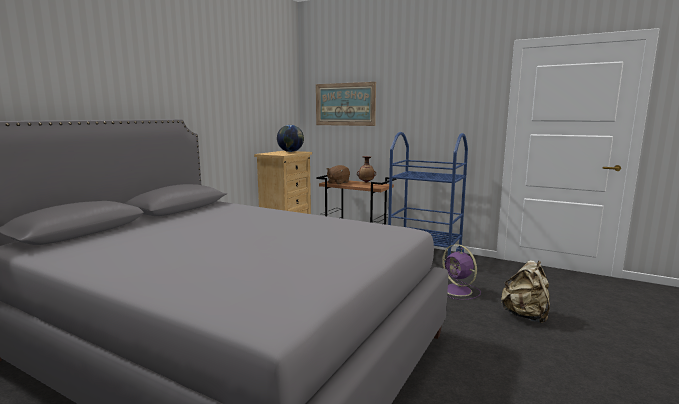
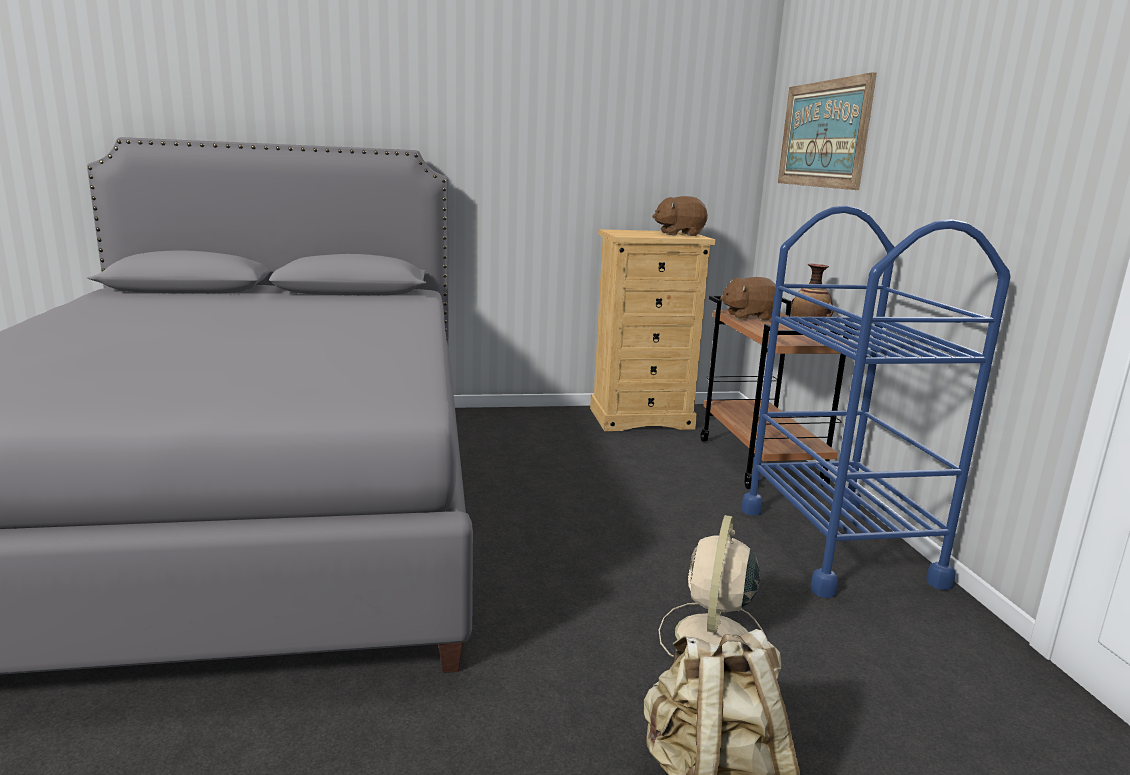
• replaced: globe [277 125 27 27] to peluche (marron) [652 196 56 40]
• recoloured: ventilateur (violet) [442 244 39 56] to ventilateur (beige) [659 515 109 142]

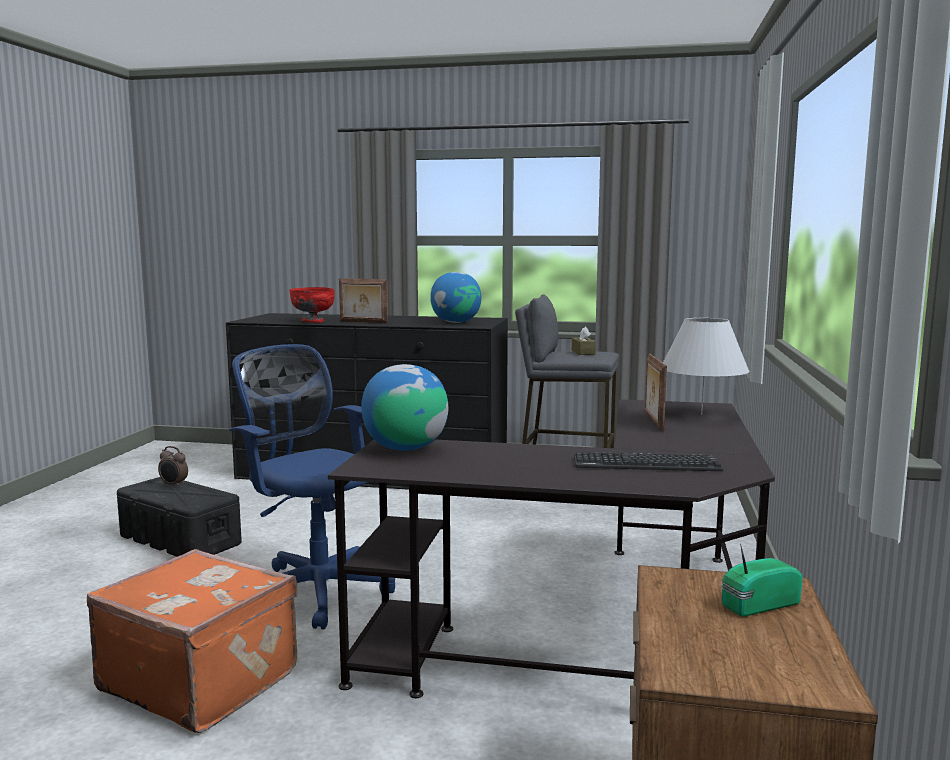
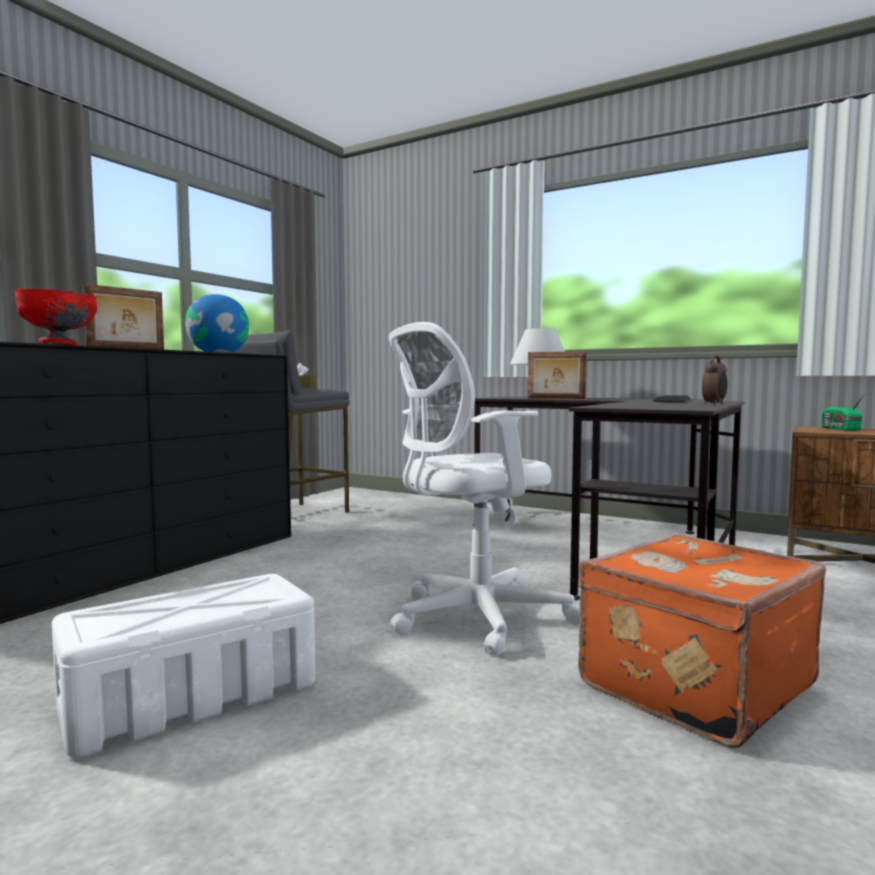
• removed: globe [361 364 87 87]
• moved: réveil [158 446 30 41] to [702 356 25 49]
• recoloured: boîte de rangement (noir) [117 477 125 80] to boîte de rangement (blanc) [52 574 263 184]
• recoloured: chaise de bureau (bleu) [229 344 166 286] to chaise de bureau (blanc) [389 322 191 334]

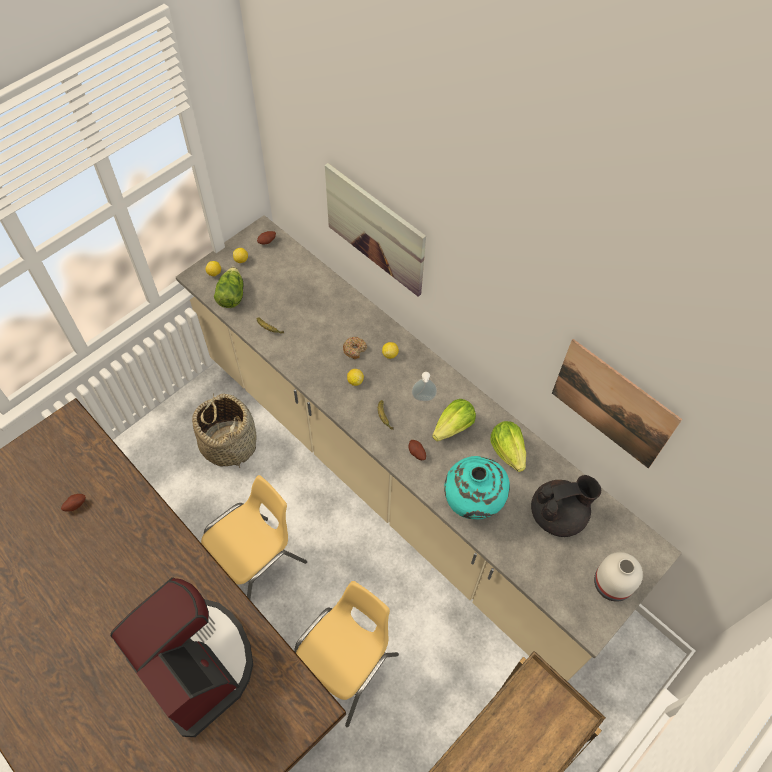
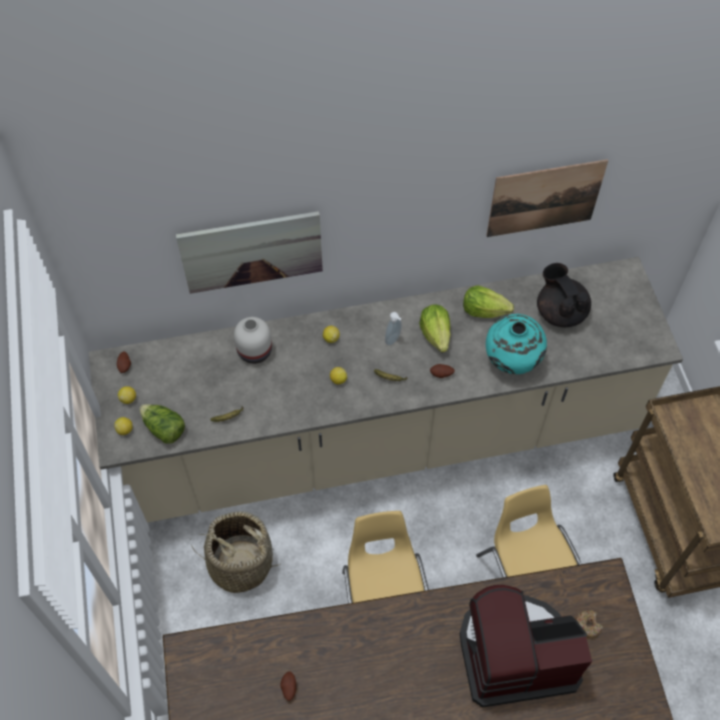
• moved: beignet [343 337 24 22] to [575 610 28 29]
• moved: vase (blanc) [594 552 49 50] to [234 317 38 47]
• turned: théière (noir) [531 475 70 62] = [537 263 54 64] 45 degrees counterclockwise

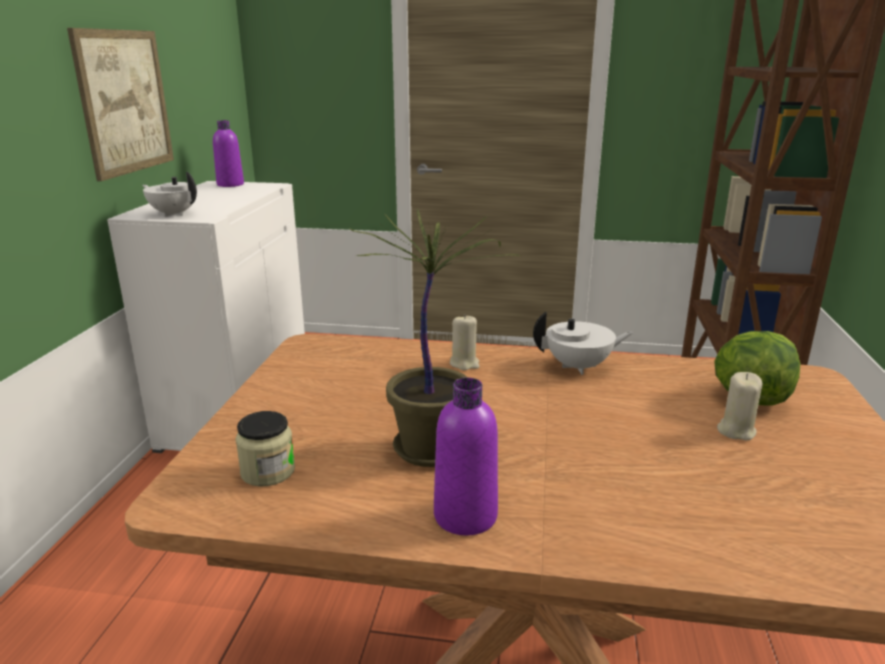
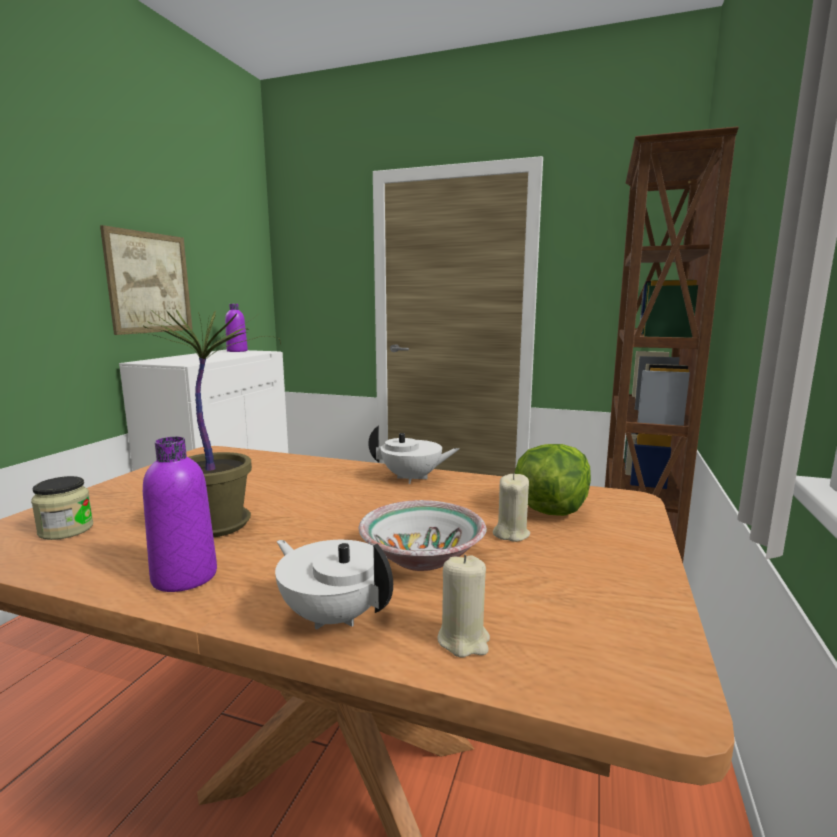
• added: bol [359 500 128 71]
• moved: théière (blanc) [142 172 55 45] to [275 540 118 90]
• moved: bougie (beige) [450 314 29 56] to [437 555 53 103]

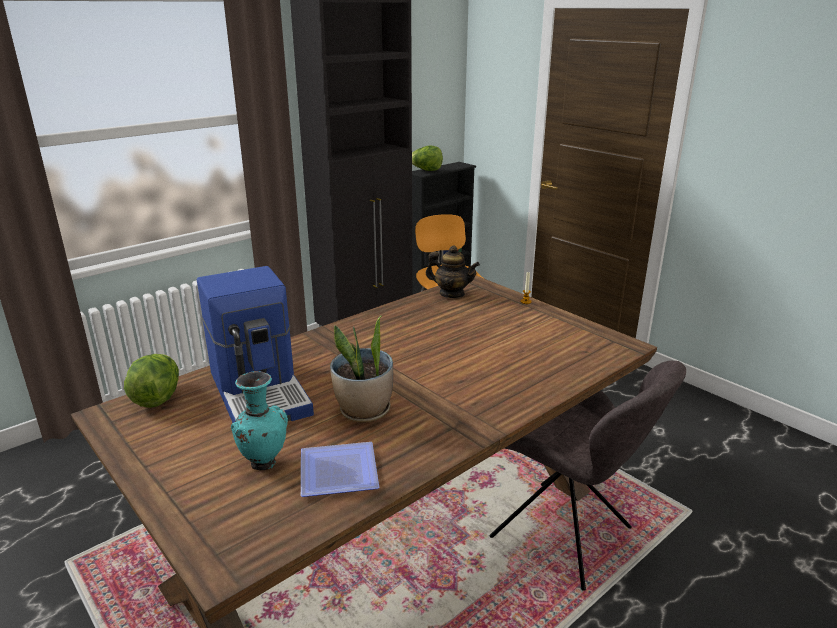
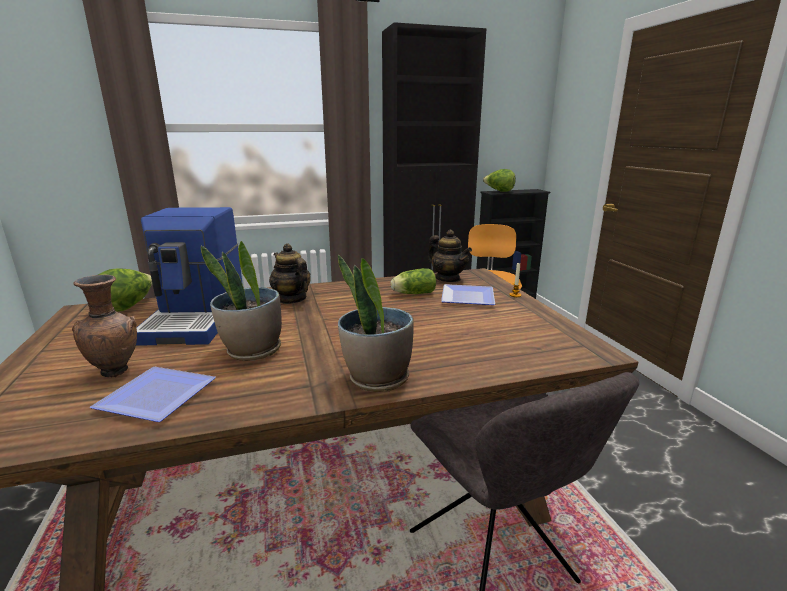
• added: théière [269 243 42 61]
• added: plante en pot [338 255 76 137]
• added: laitue [390 268 46 26]
• added: assiette [441 284 54 21]
• recoloured: vase (turquoise) [231 371 57 99] to vase (marron) [72 275 65 102]

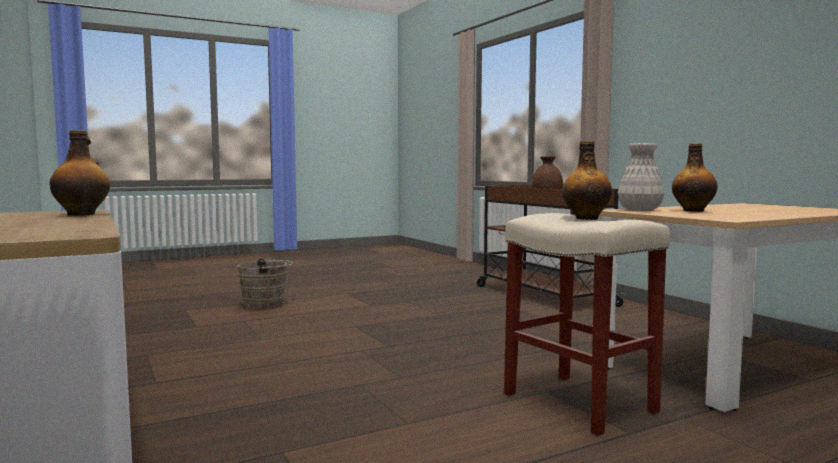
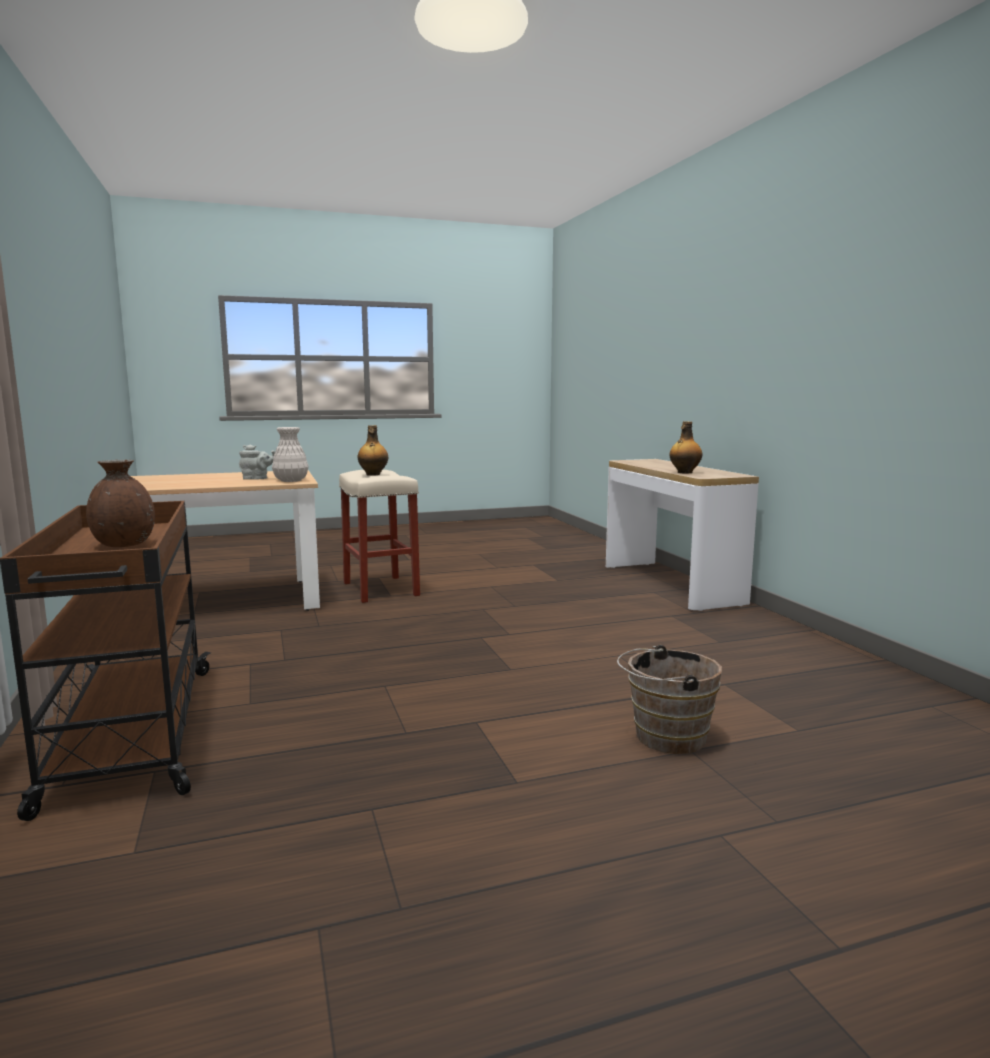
• replaced: bouteille [672 143 46 69] to théière (gris) [239 445 36 35]

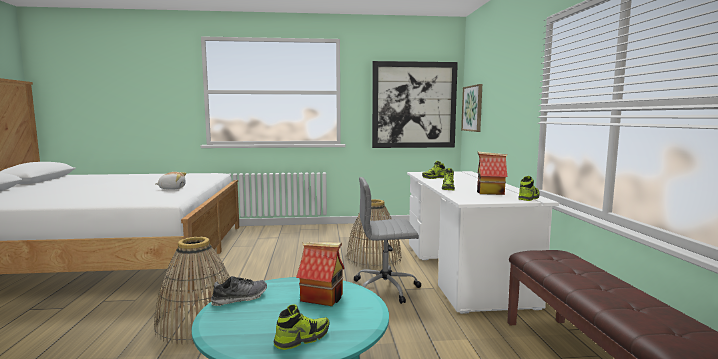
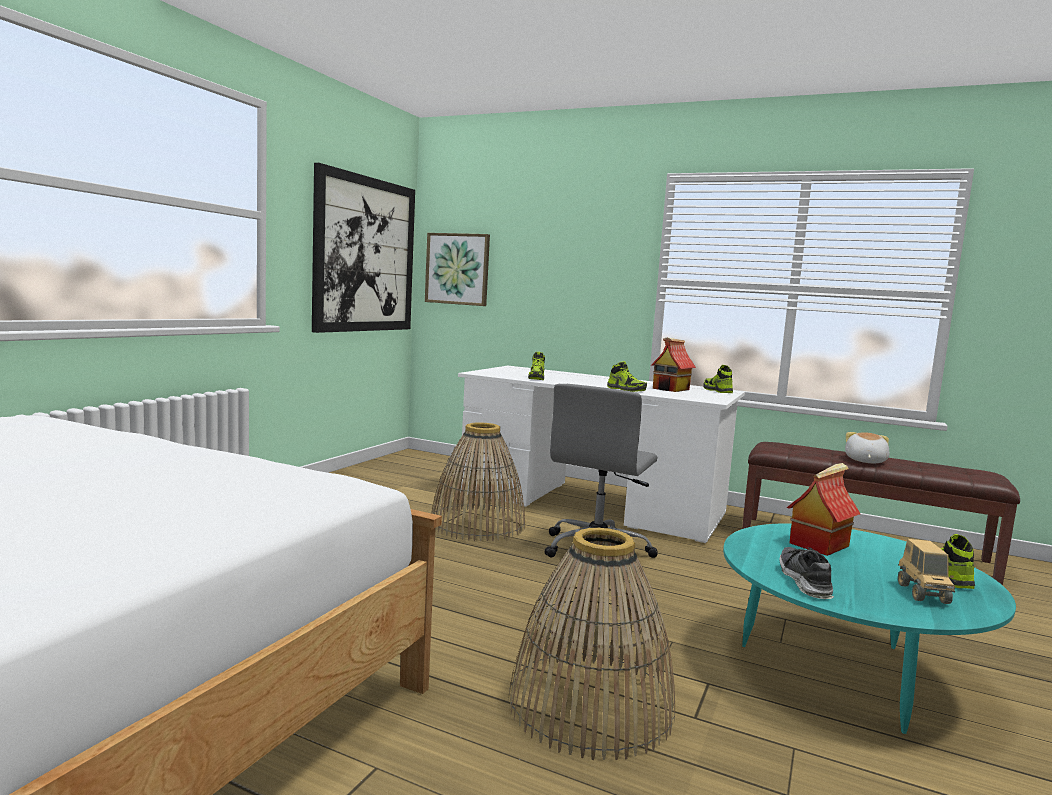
• added: camion jouet [898 539 57 65]
• moved: peluche [155 172 31 18] to [845 432 45 31]

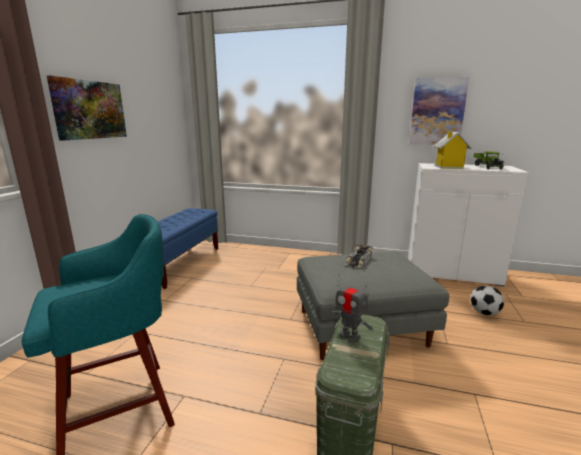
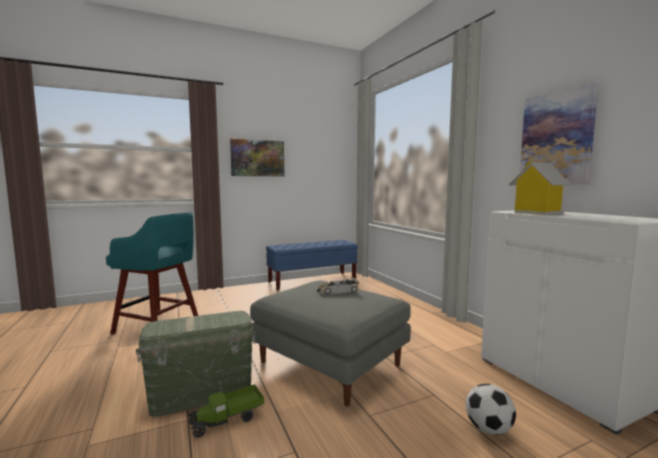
• removed: robot jouet [331 274 42 69]
• moved: camion jouet [473 152 31 17] to [188 384 76 54]

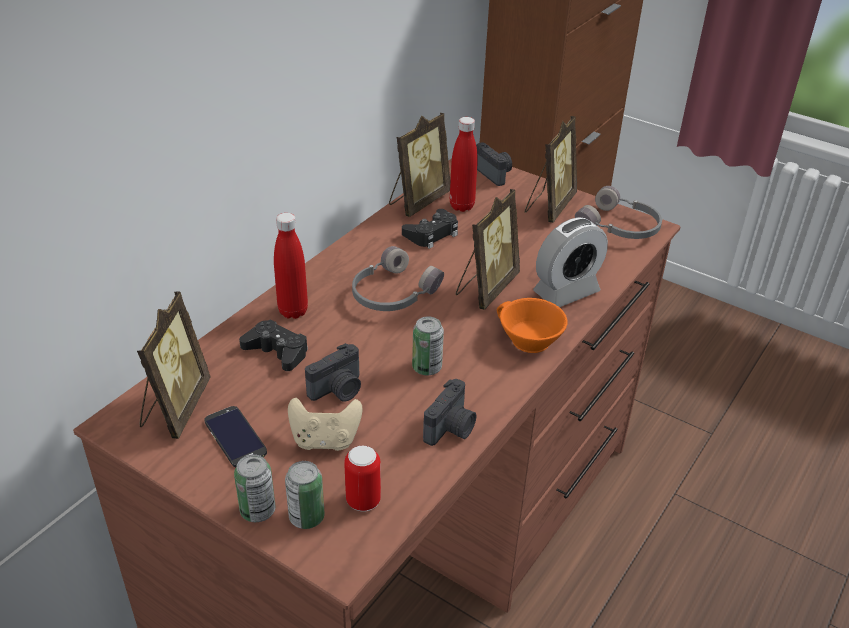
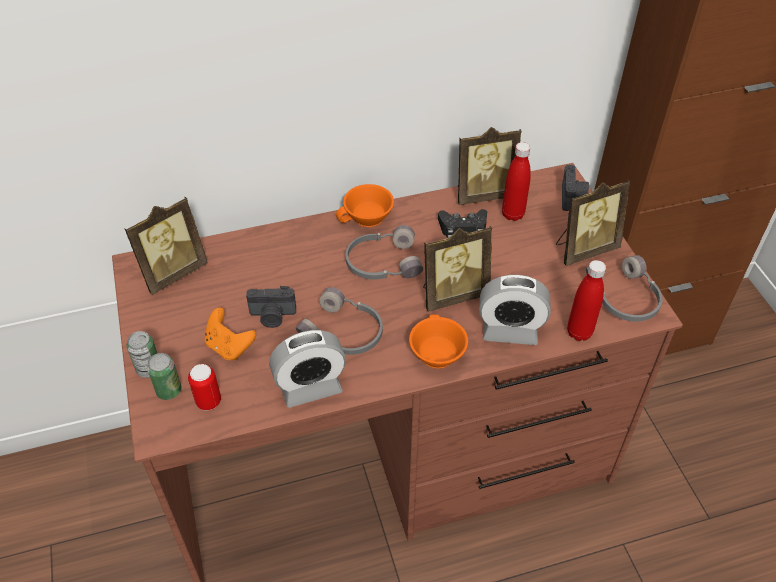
• removed: téléphone [205 406 62 61]
• removed: manette (noir) [239 319 69 52]
• added: tasse (orange) [336 184 58 43]
• moved: bouteille (rouge) [274 213 34 106] to [567 260 39 81]
• replaced: boîte métallique [412 316 32 59] to casque audio (gris) [295 287 88 68]
• replaced: appareil photo [423 379 53 67] to réveil [269 330 77 78]
• recoloured: manette (beige) [288 398 74 53] to manette (orange) [204 308 52 52]

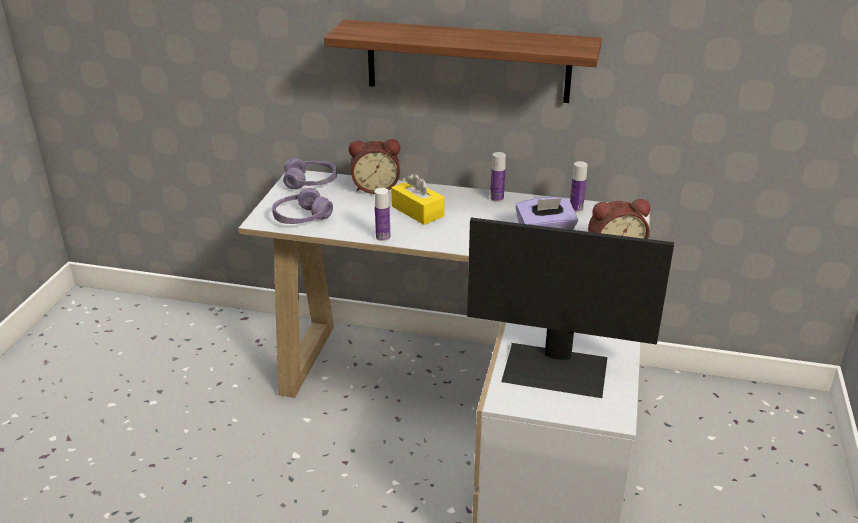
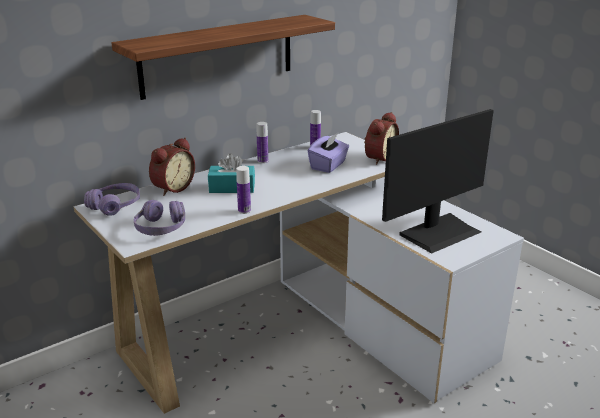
• recoloured: boîte à mouchoirs (jaune) [391 173 54 52] to boîte à mouchoirs (turquoise) [208 153 47 40]

